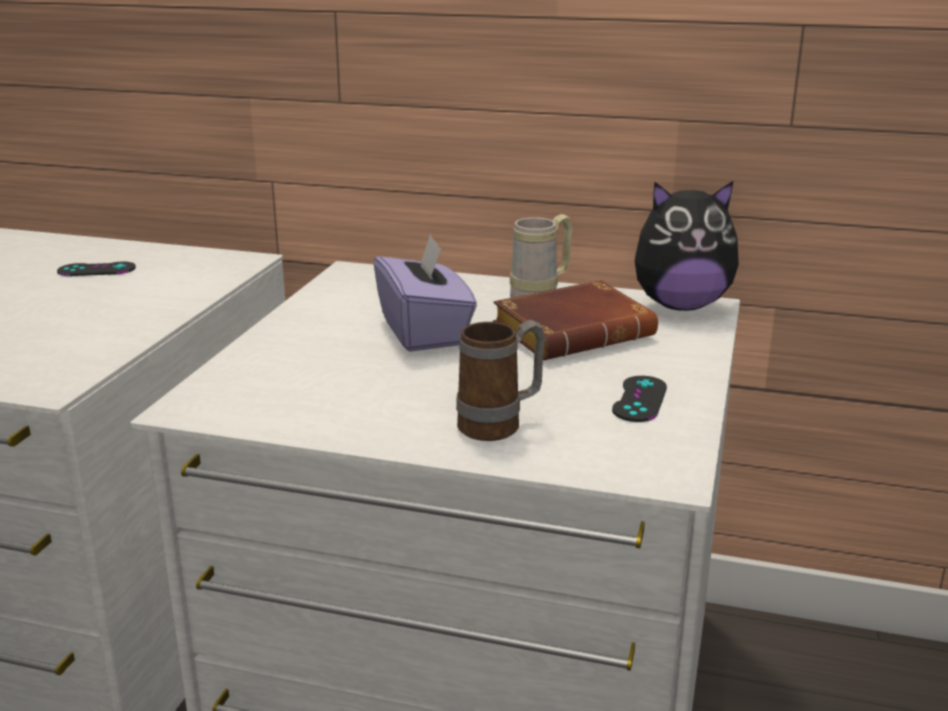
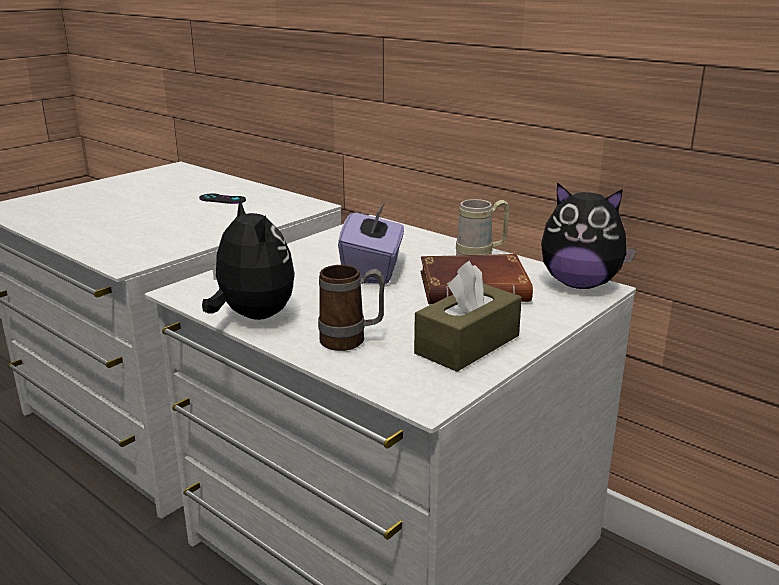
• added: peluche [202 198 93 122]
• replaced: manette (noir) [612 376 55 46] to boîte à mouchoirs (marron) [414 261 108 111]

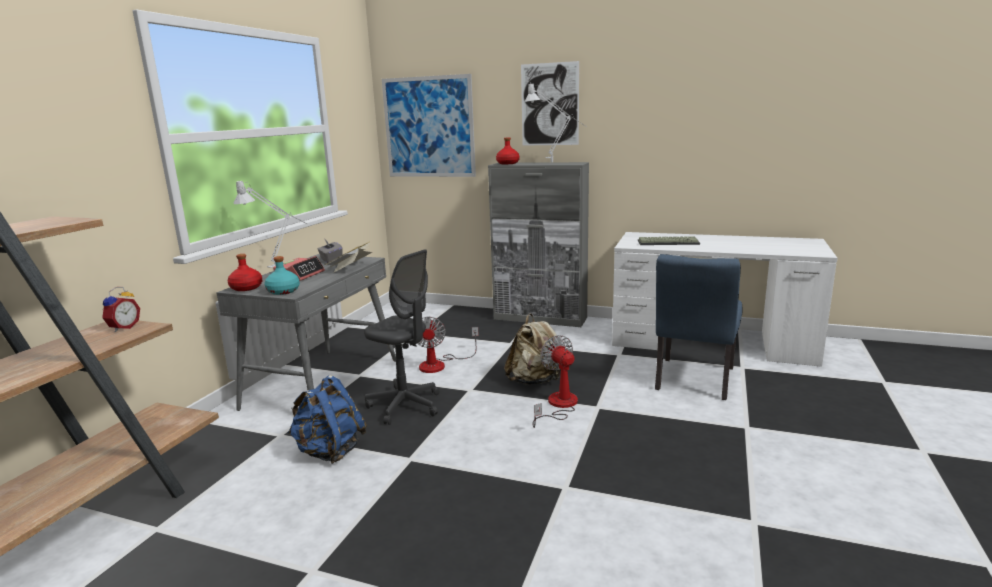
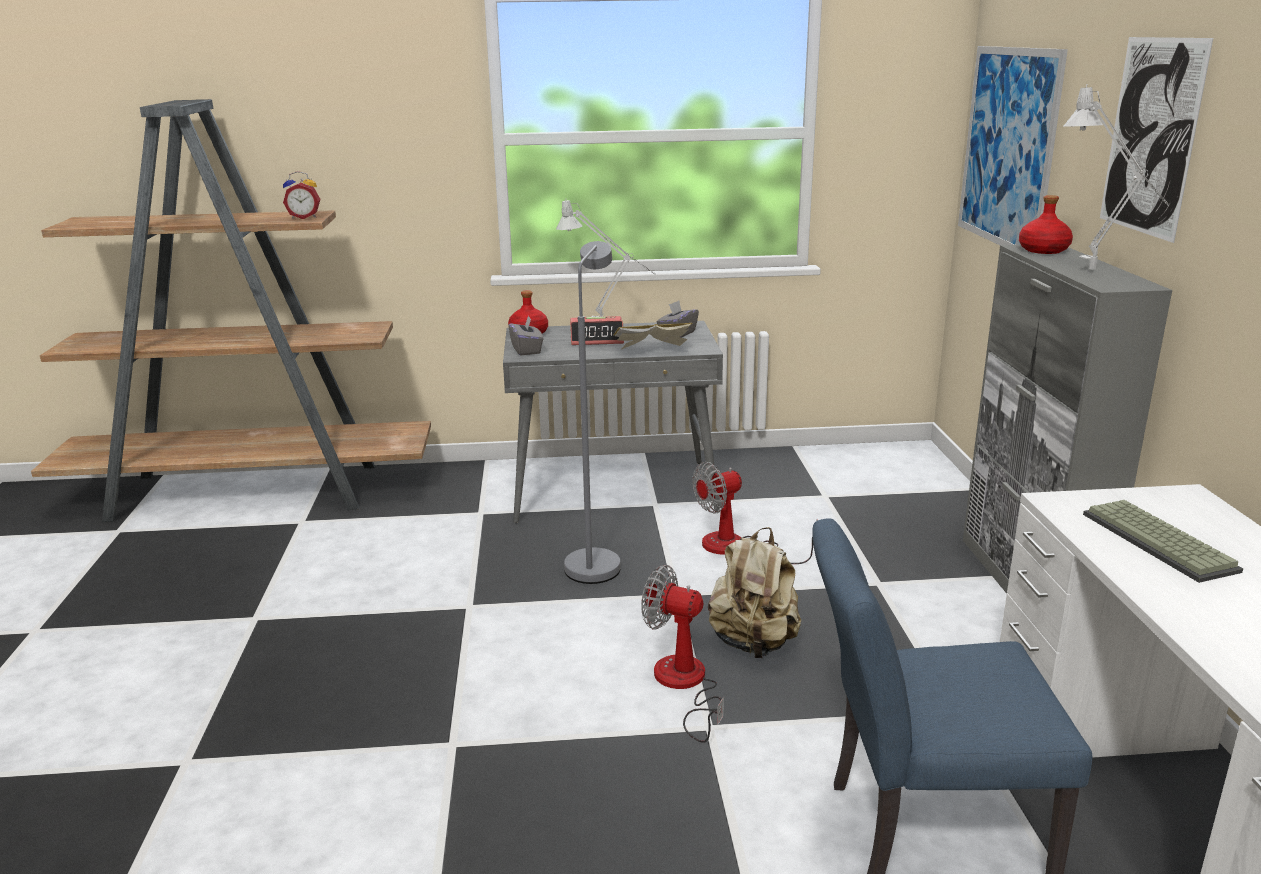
• removed: sac à dos (bleu) [288 375 79 89]
• moved: réveil [102 287 38 45] to [283 171 37 48]
• replaced: bouteille (turquoise) [264 256 36 39] to boîte à mouchoirs (gris) [509 316 35 40]
• replaced: chaise de bureau (gris) [364 249 75 176] to lampadaire (gris) [564 241 56 343]
• turned: ventilateur [533 335 45 93] = [641 565 83 178] 105 degrees counterclockwise

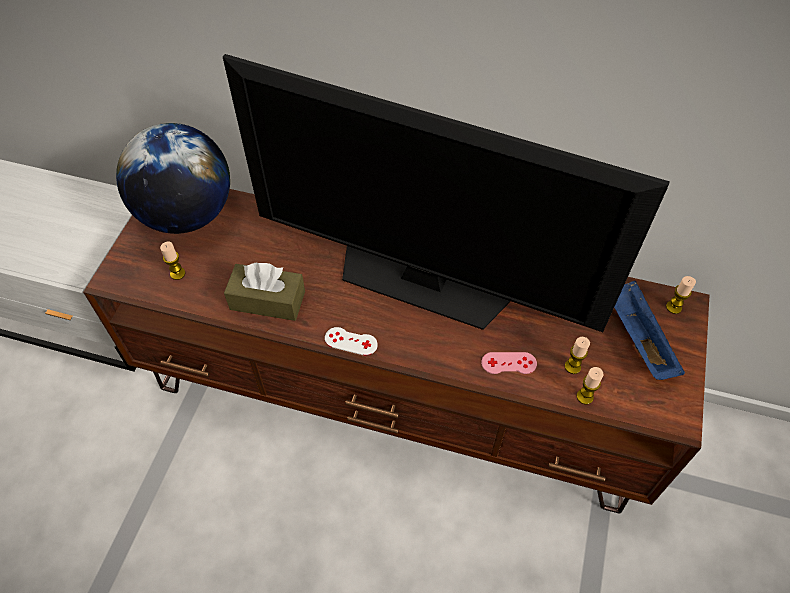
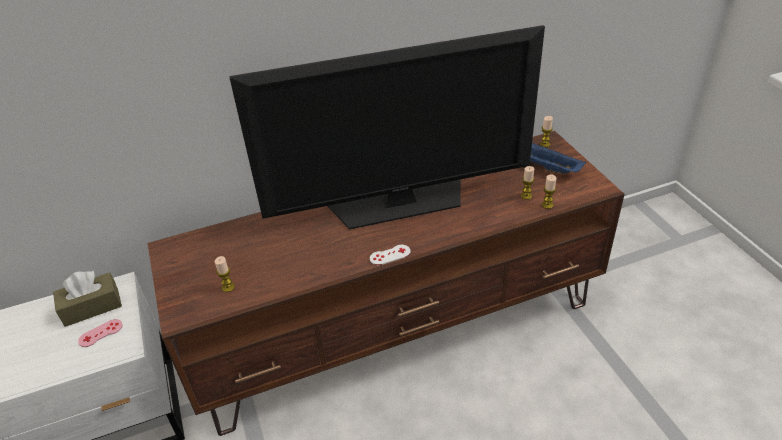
• removed: globe [116 123 114 111]
• moved: boîte à mouchoirs (marron) [224 262 81 59] to [53 271 69 56]
• moved: manette (rose) [481 352 56 22] to [78 319 45 28]

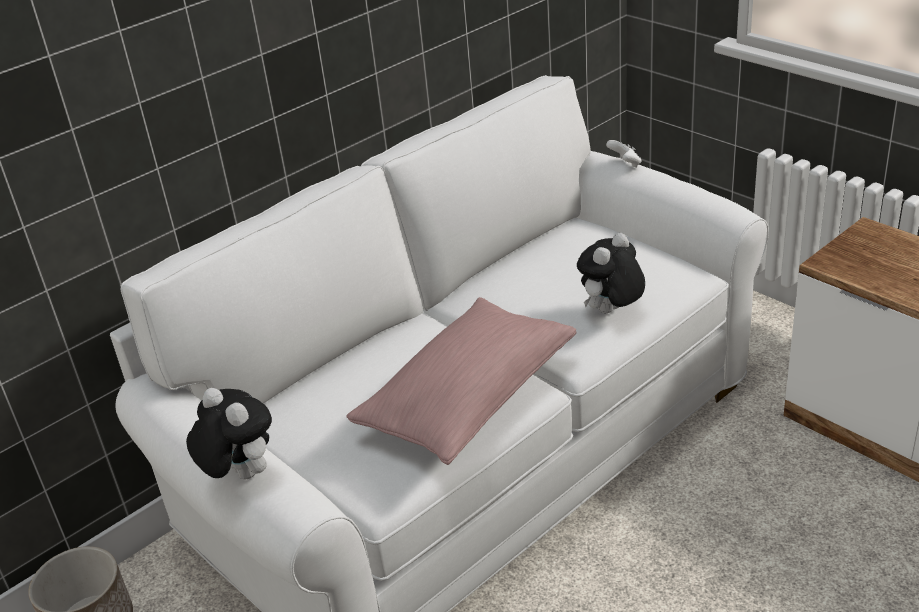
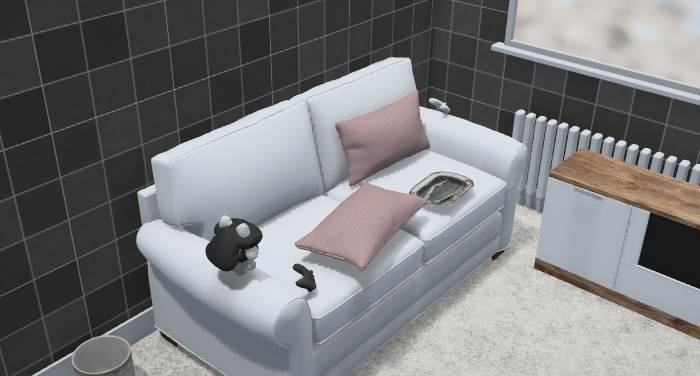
• added: manette (noir) [293 264 23 28]
• added: coussin (rose) [335 90 95 96]
• replaced: peluche [577 233 68 80] to plateau [409 171 65 35]

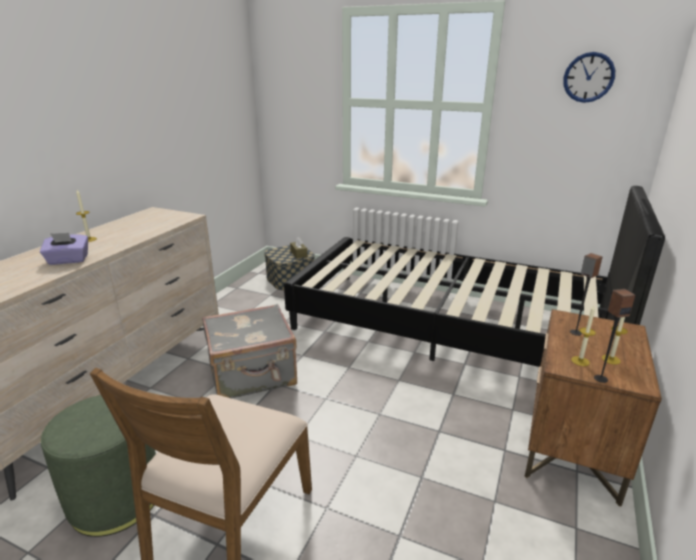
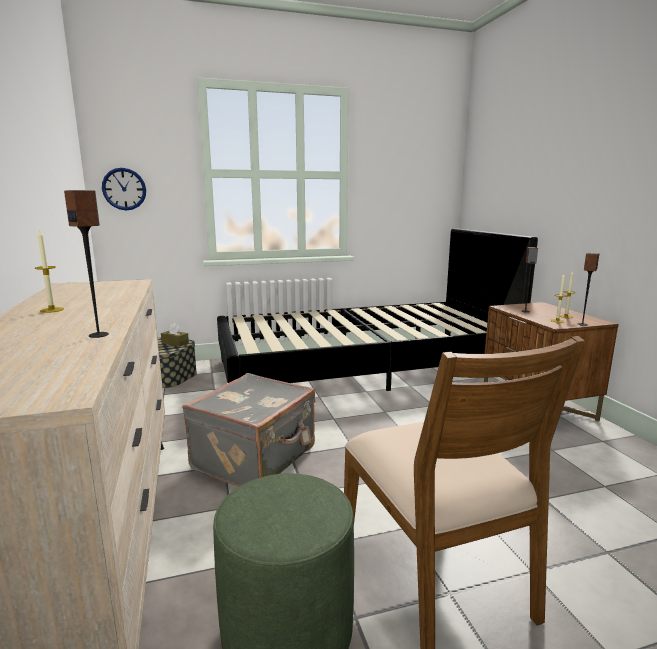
• removed: boîte à mouchoirs (violet) [40 233 48 32]
• added: enceinte [64 190 45 148]
• moved: horloge murale [563 52 52 51] to [102 168 44 43]

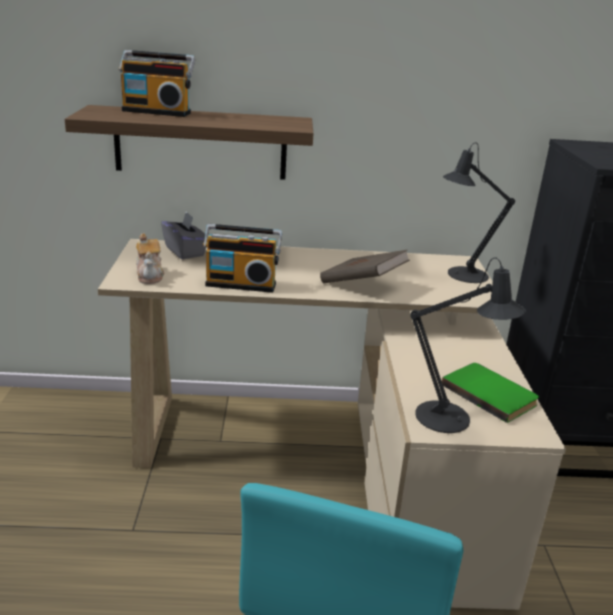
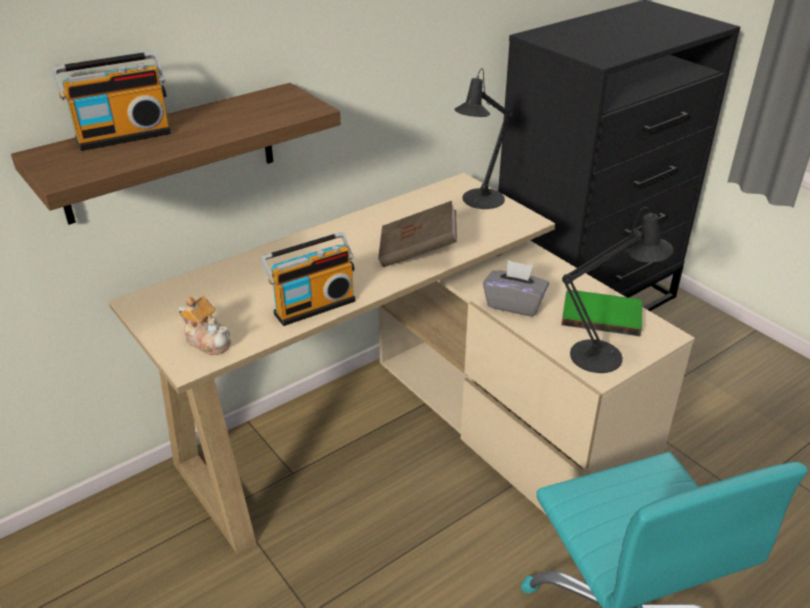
• moved: boîte à mouchoirs (gris) [161 212 45 47] to [483 260 66 57]

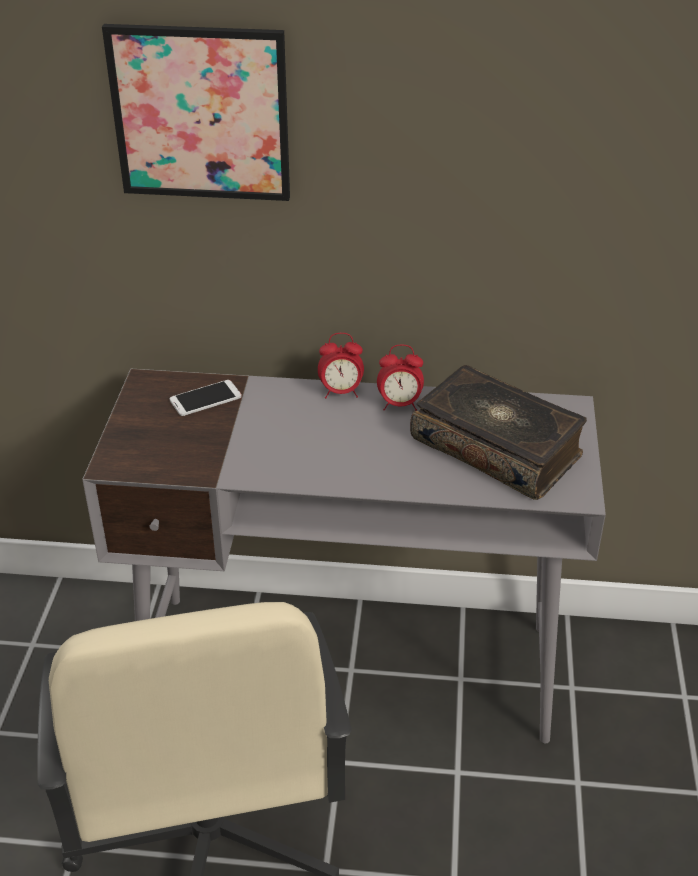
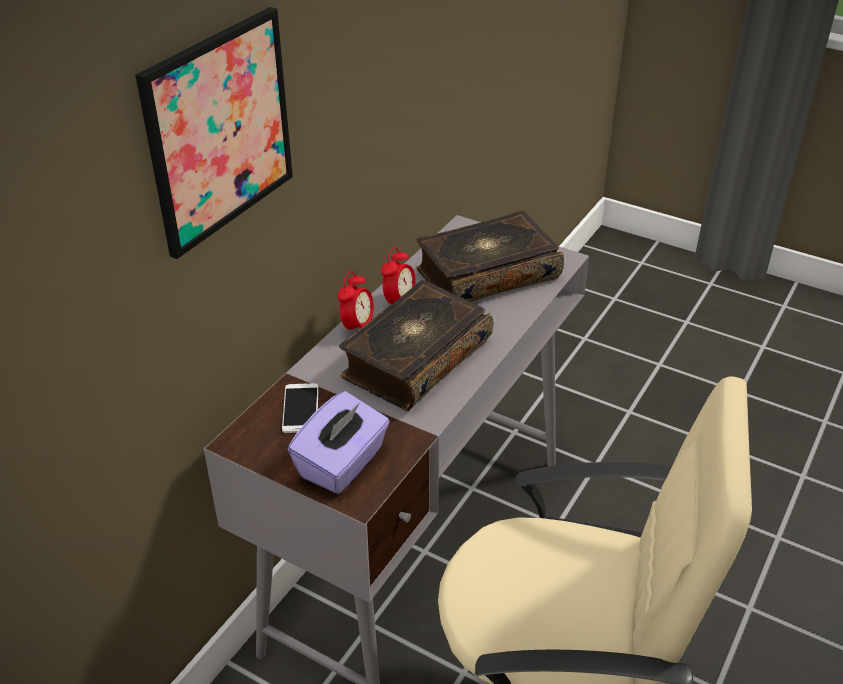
• added: boîte à mouchoirs (violet) [288 391 102 103]
• added: livre [339 280 155 131]

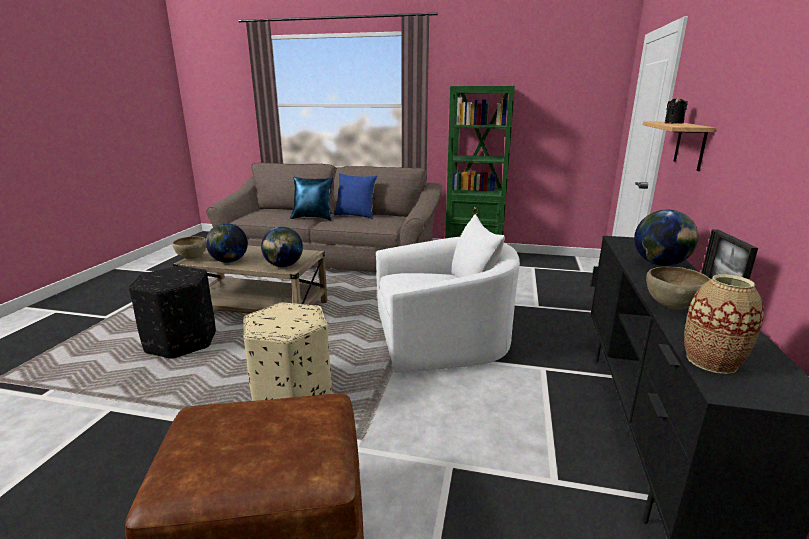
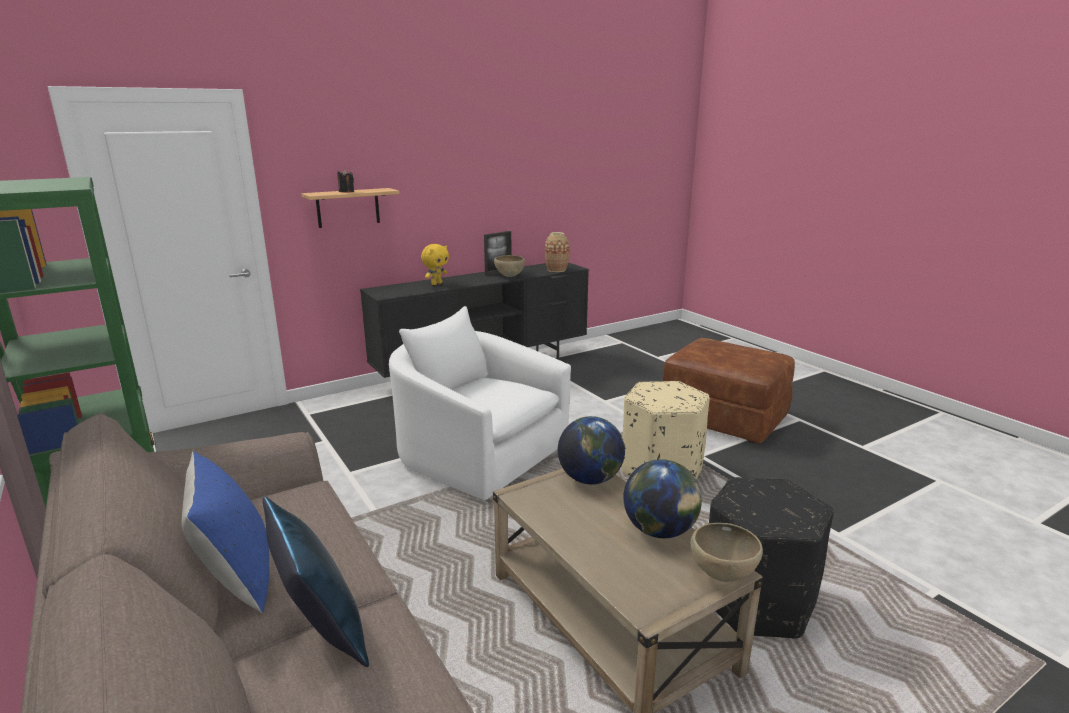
• replaced: globe [634 210 65 56] to peluche (jaune) [421 244 28 41]

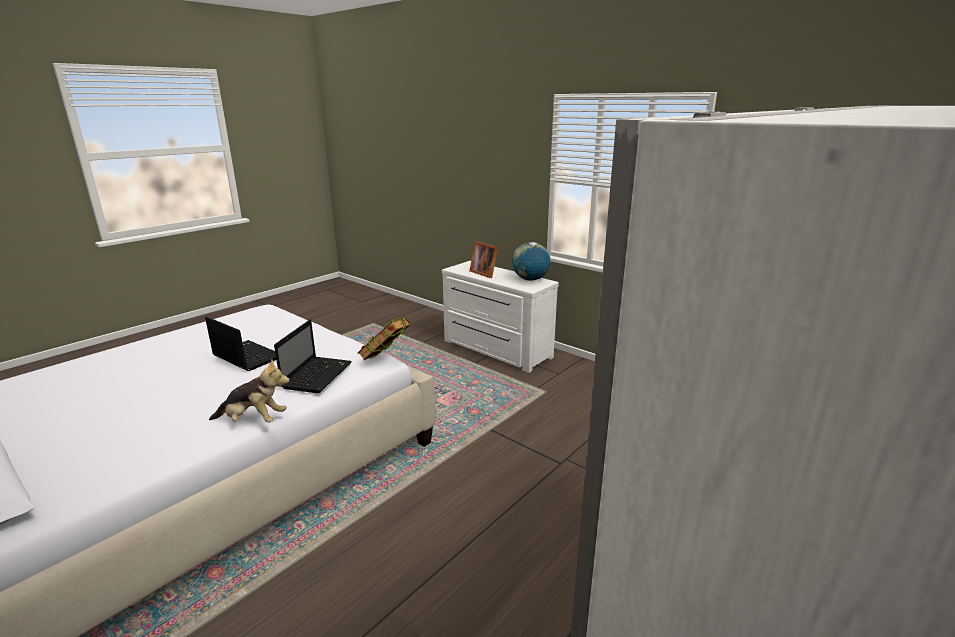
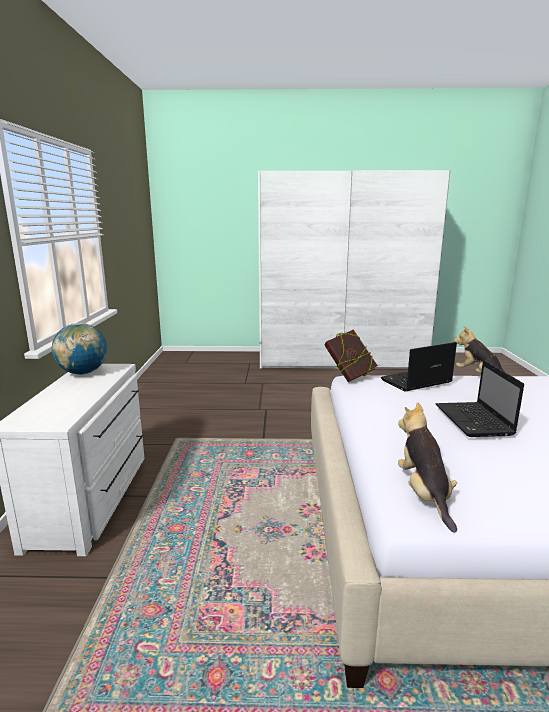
• removed: cadre photo [469 241 29 37]
• added: peluche [398 402 59 131]

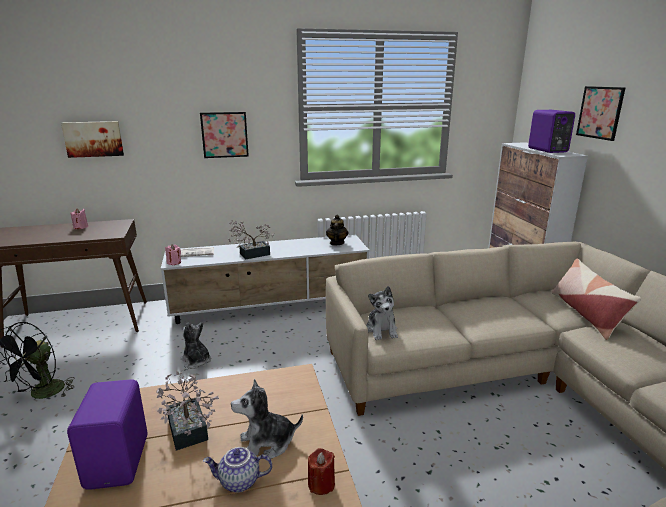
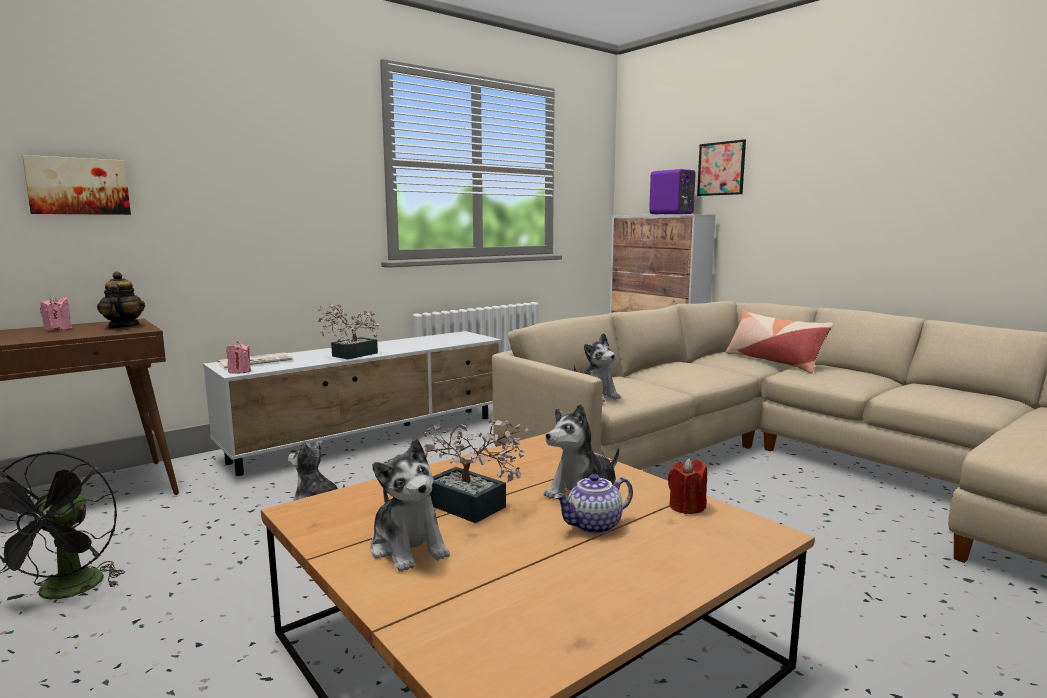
• removed: tableau [200 112 49 46]
• moved: théière [326 215 22 31] to [97 272 48 56]
• replaced: enceinte (violet) [67 379 81 111] to peluche [370 439 80 133]

